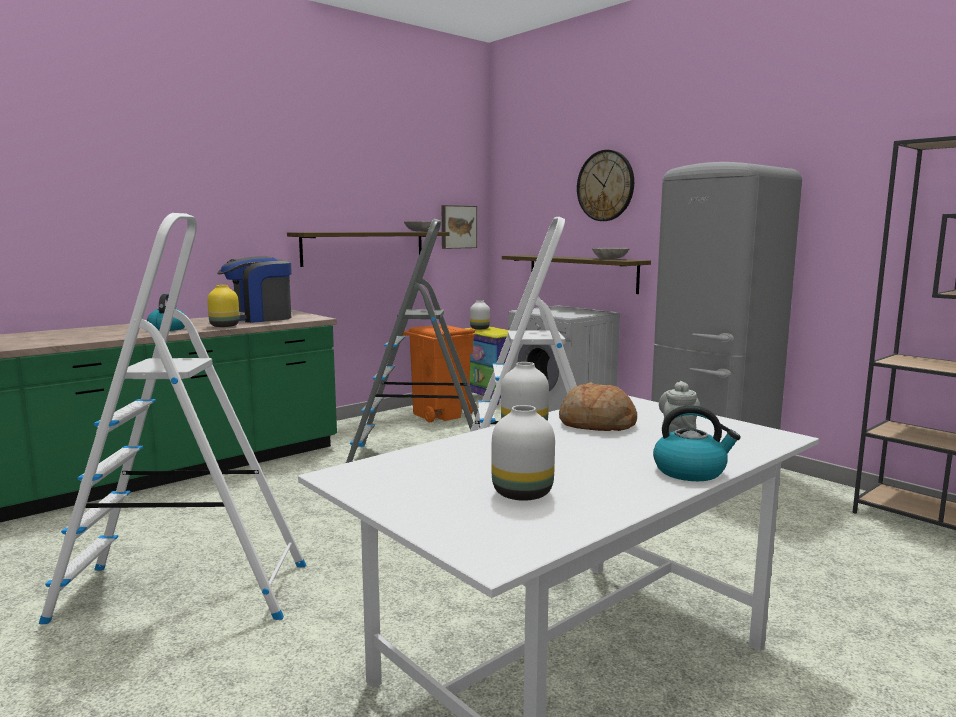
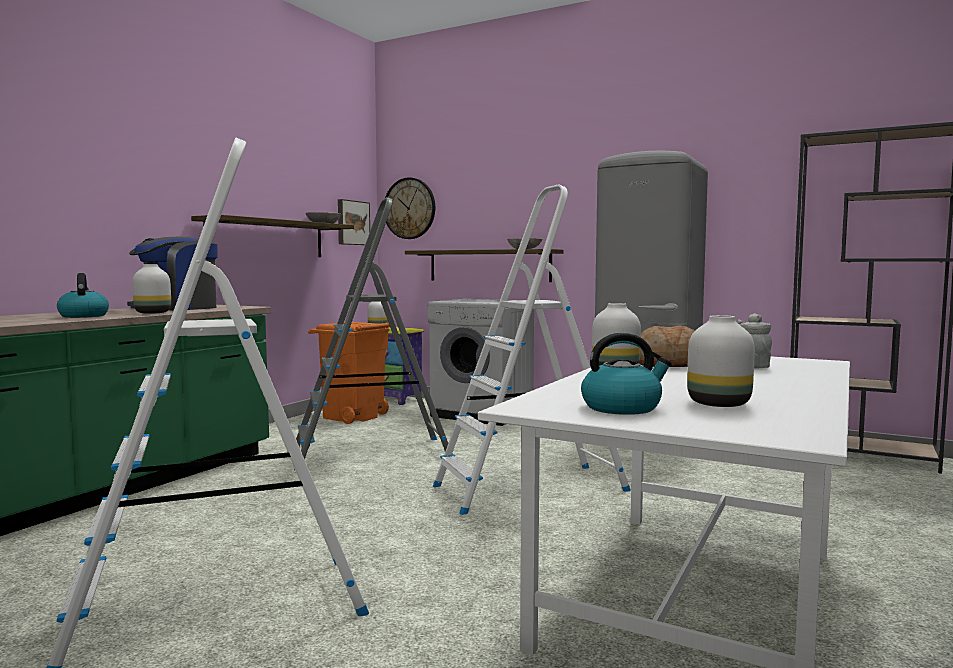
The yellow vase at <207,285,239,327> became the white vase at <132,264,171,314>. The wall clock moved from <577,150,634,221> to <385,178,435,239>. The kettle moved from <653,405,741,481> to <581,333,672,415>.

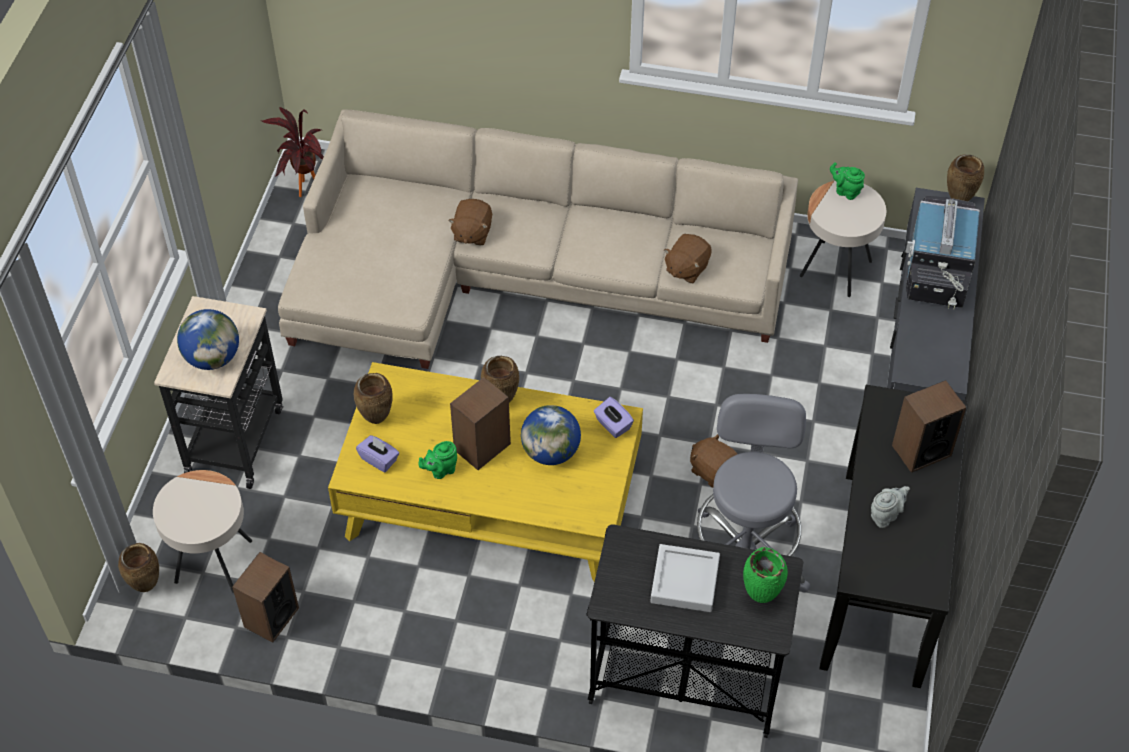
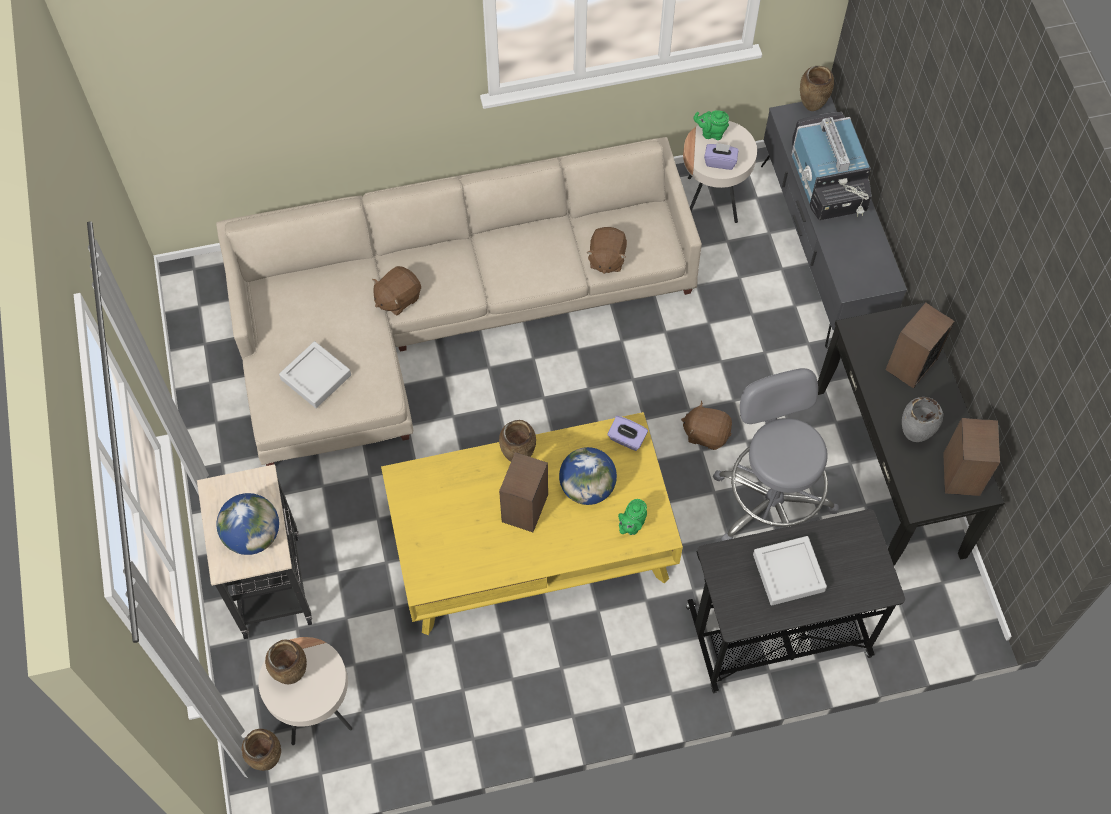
The speaker moved from <232,552,299,643> to <943,418,1000,496>. The potted plant at <261,107,324,197> disappeared. The brown vase moved from <354,373,393,424> to <265,639,307,685>. The purple tissue box moved from <356,435,399,473> to <704,142,738,170>. The green teapot moved from <418,441,457,479> to <618,499,647,535>. The brown plush toy at <448,199,492,246> turned 60 degrees clockwise. The green vase at <743,547,788,603> disappeared. The grey teapot at <871,486,910,528> was replaced by the grey vase at <902,397,944,442>. The grey tray at <279,341,351,408> appeared.

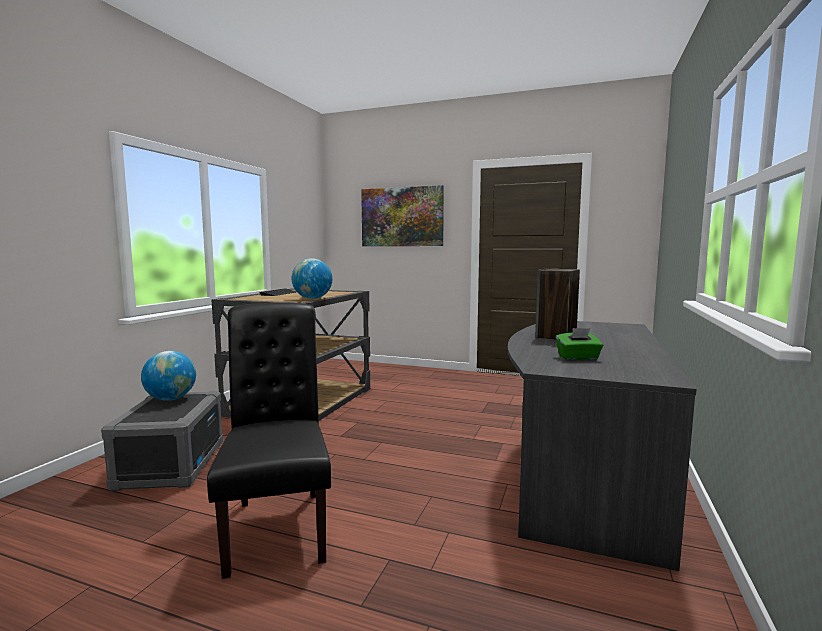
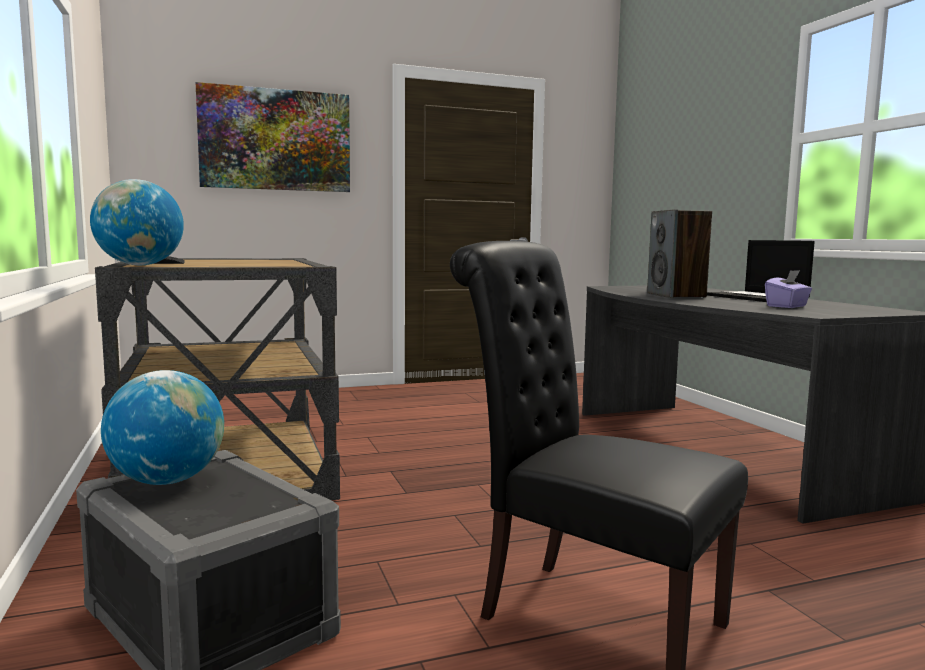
The globe moved from <292,258,332,299> to <90,179,184,266>. The green tissue box at <556,328,604,360> became the purple tissue box at <765,270,812,308>. The laptop at <707,240,815,302> appeared.

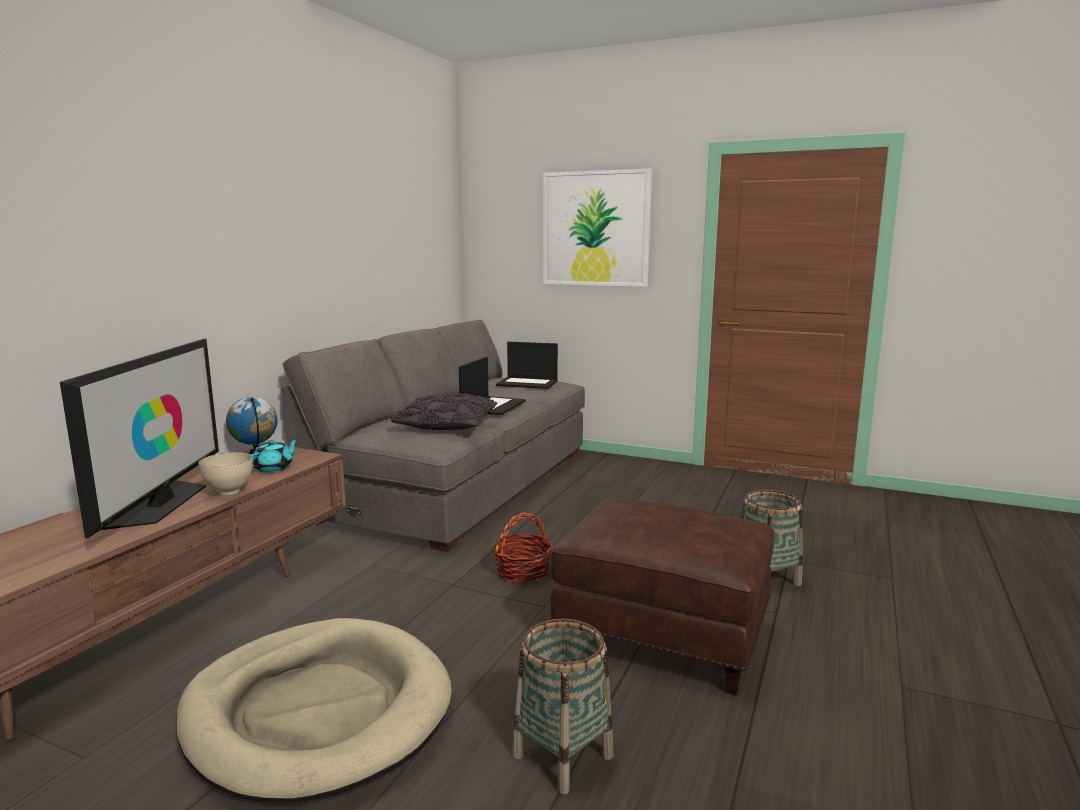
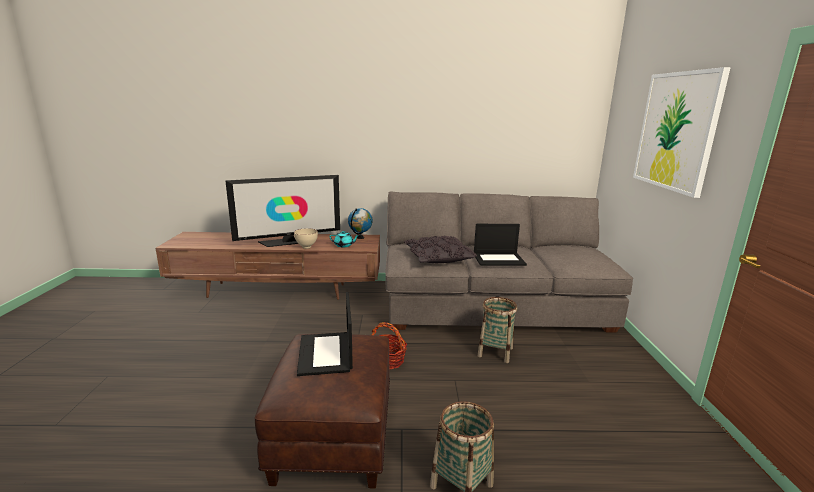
The beige dog bed at <176,618,452,802> disappeared. The laptop moved from <496,342,558,389> to <297,292,353,376>. The basket moved from <512,619,613,794> to <478,297,517,363>.

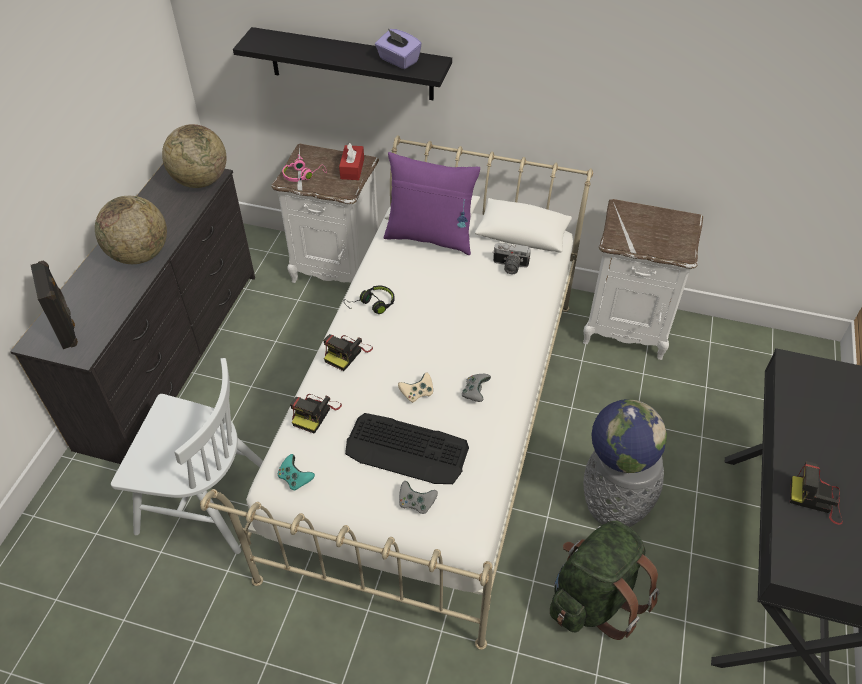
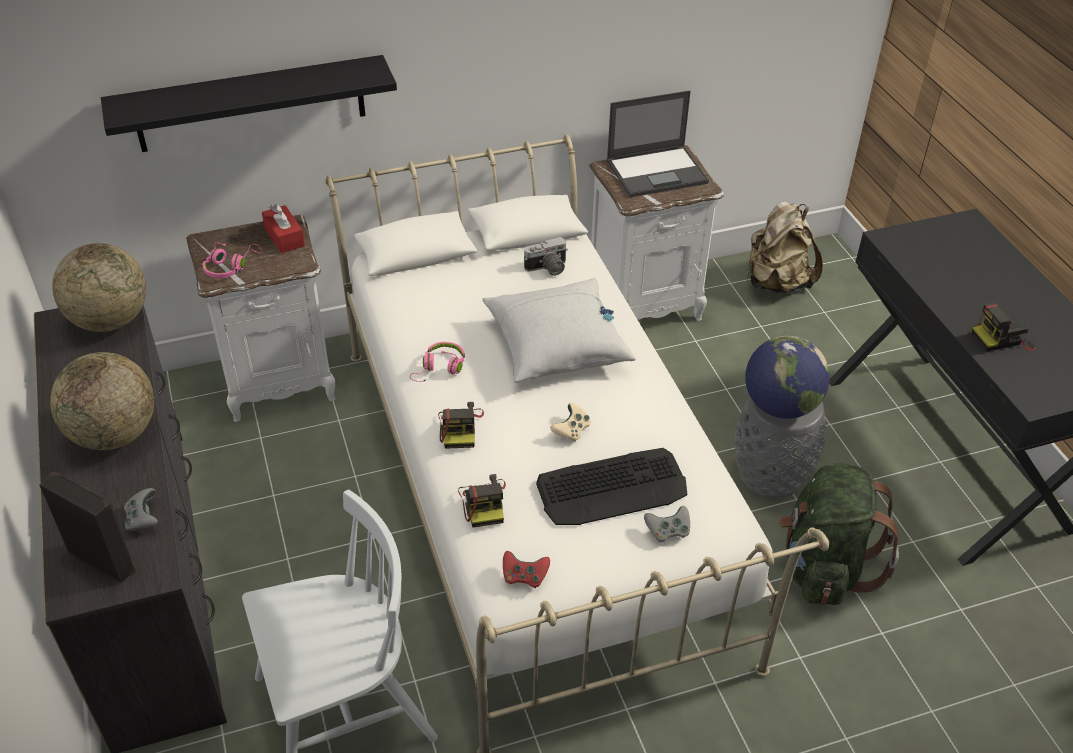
The turquoise game controller at <278,454,315,490> became the red game controller at <503,551,550,588>. The black headphones at <344,286,395,314> became the pink headphones at <410,342,465,382>. The purple tissue box at <375,29,422,69> disappeared. The purple pillow at <384,152,480,255> disappeared. The grey game controller moved from <462,374,491,402> to <124,488,158,532>. The grey pillow at <482,278,636,383> appeared. The laptop at <607,90,709,197> appeared. The beige backpack at <746,201,823,293> appeared.

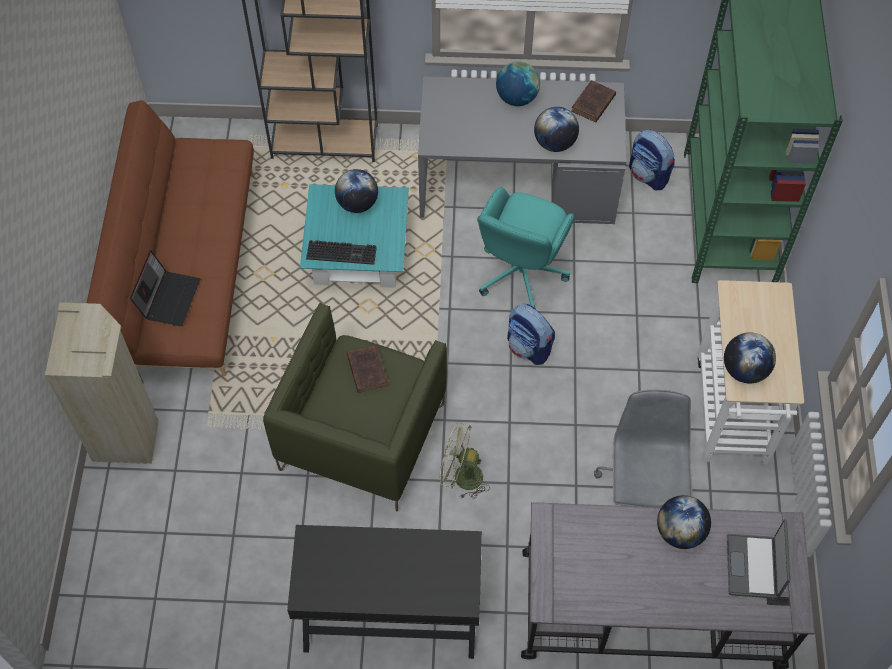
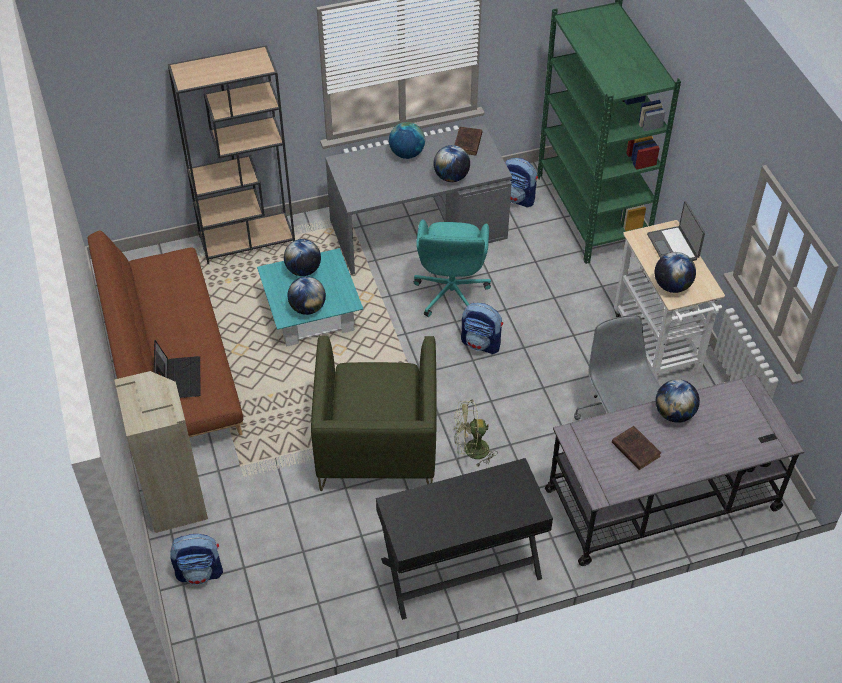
The keyboard at <306,240,377,265> was replaced by the globe at <288,277,326,315>. The brown book moved from <347,345,388,393> to <612,426,661,470>. The laptop moved from <727,519,790,598> to <647,201,705,261>. The backpack at <170,534,223,585> appeared.

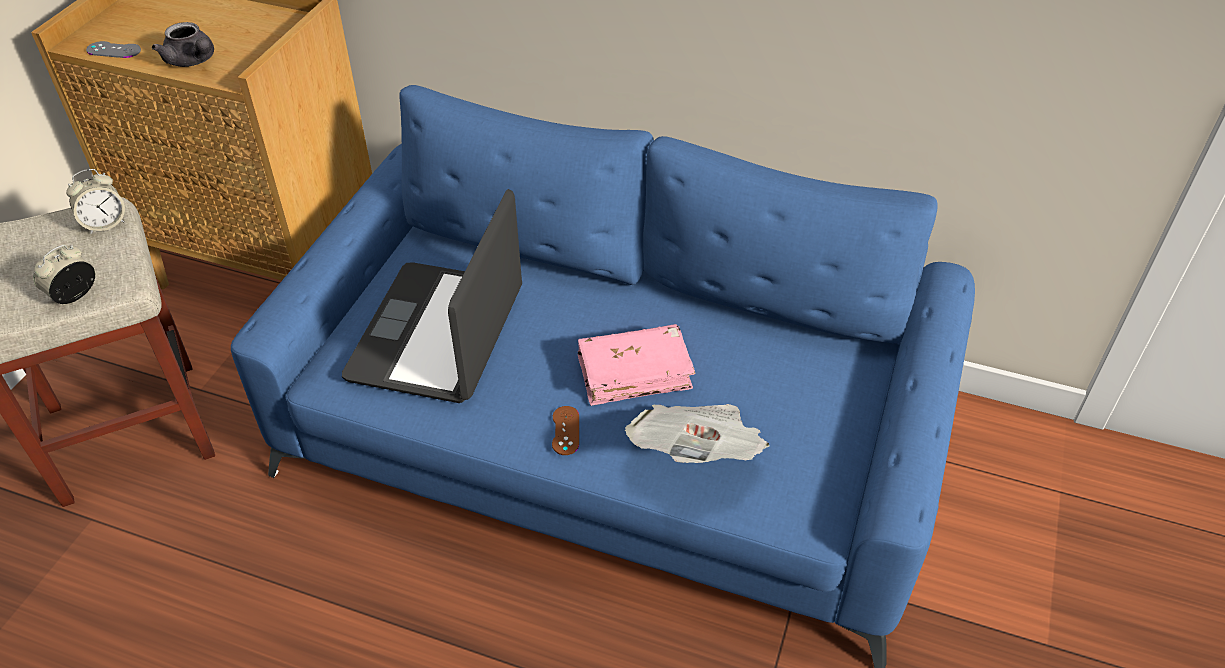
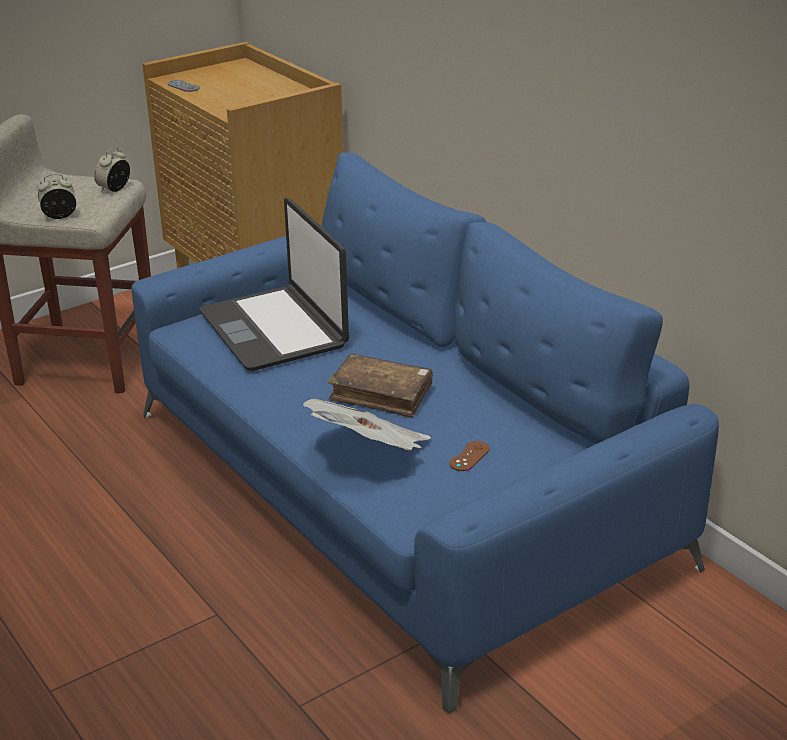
The alarm clock at <66,169,125,234> turned 120 degrees clockwise. The grey teapot at <152,22,214,67> disappeared. The laptop at <342,189,522,403> turned 75 degrees counterclockwise. The brown game controller moved from <552,406,579,455> to <450,441,490,471>. The pink book at <578,324,695,406> became the brown book at <328,353,433,418>.

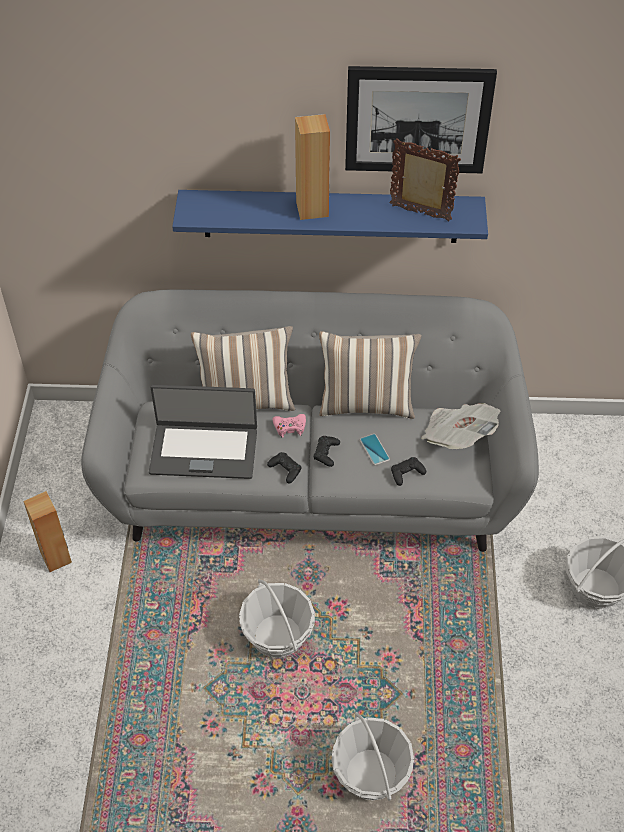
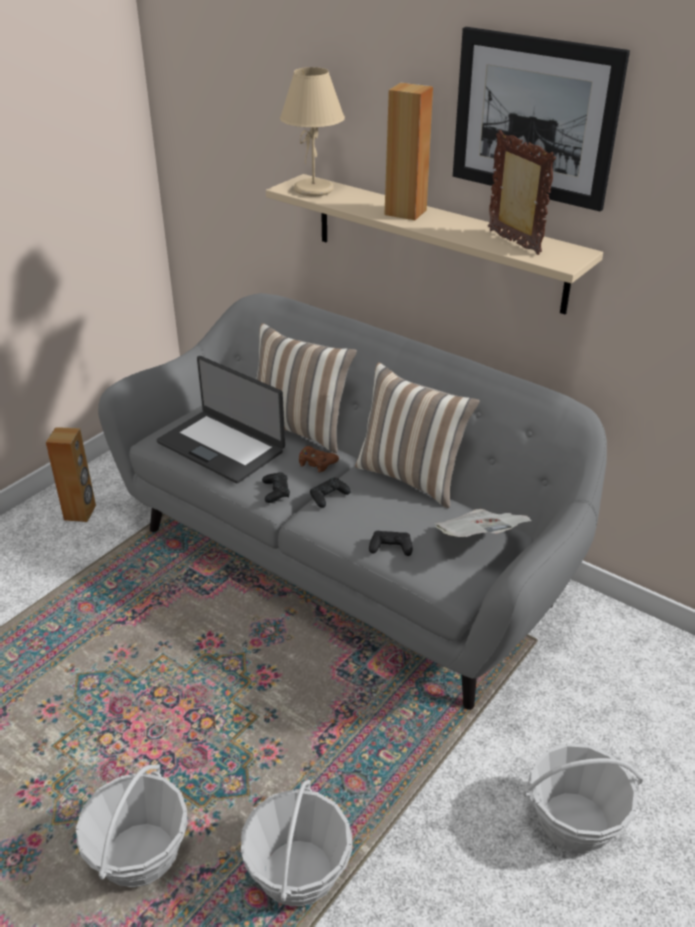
The blue shelf at <172,190,488,243> became the beige shelf at <266,174,603,314>. The basket moved from <239,579,315,657> to <241,780,352,906>. The pink game controller at <273,414,306,437> became the brown game controller at <299,446,339,472>. The phone at <360,434,390,465> disappeared. The beige table lamp at <280,67,345,196> appeared.

